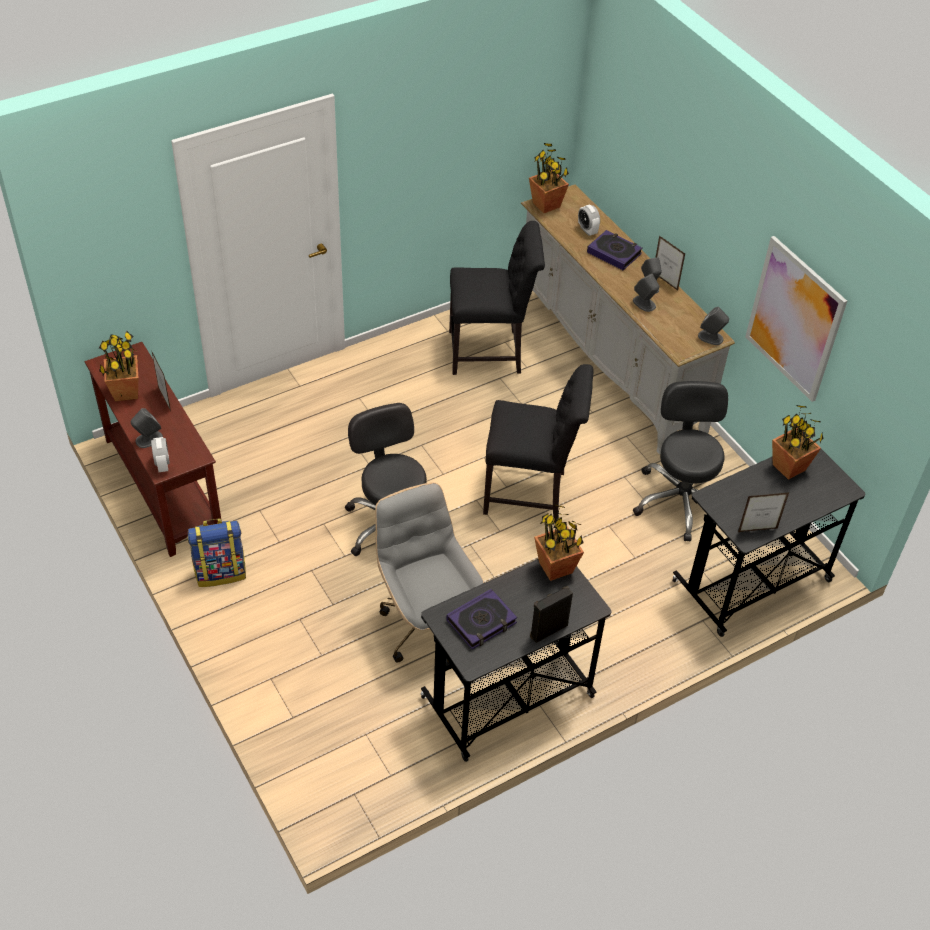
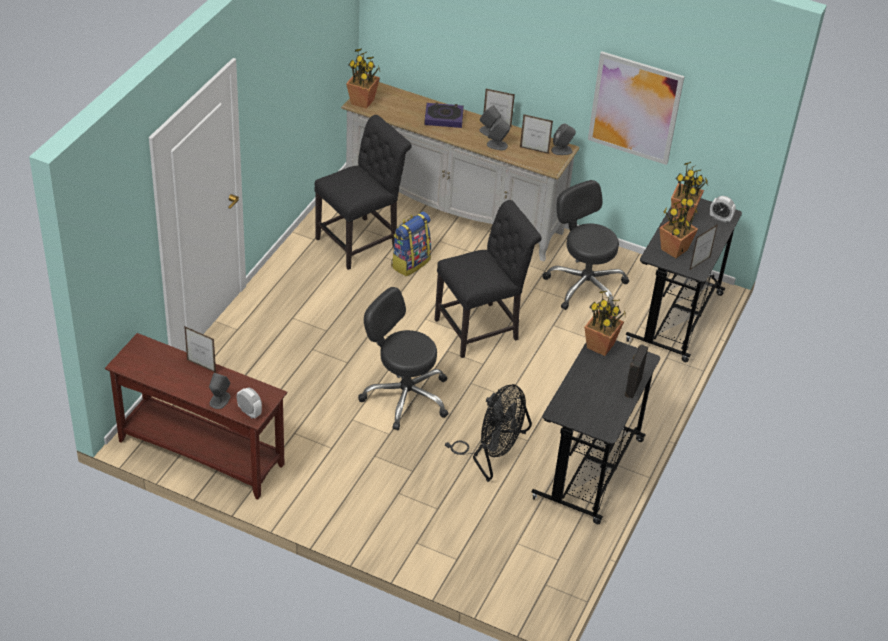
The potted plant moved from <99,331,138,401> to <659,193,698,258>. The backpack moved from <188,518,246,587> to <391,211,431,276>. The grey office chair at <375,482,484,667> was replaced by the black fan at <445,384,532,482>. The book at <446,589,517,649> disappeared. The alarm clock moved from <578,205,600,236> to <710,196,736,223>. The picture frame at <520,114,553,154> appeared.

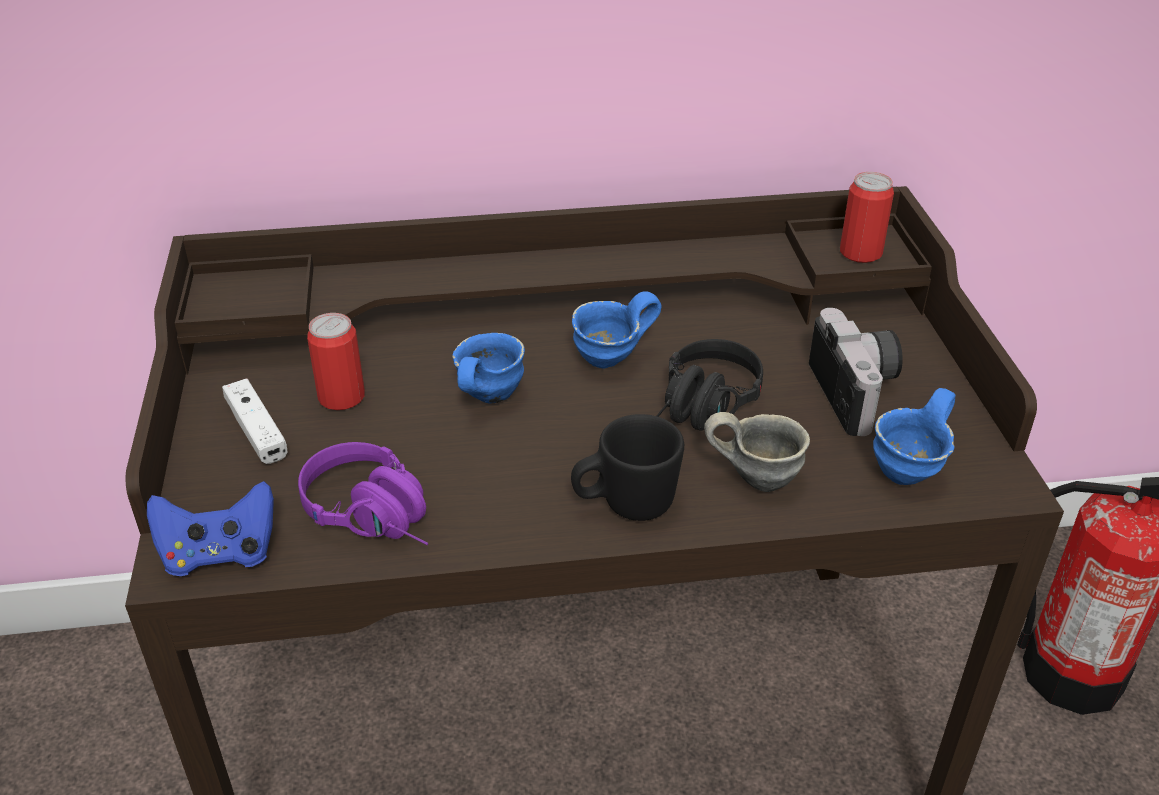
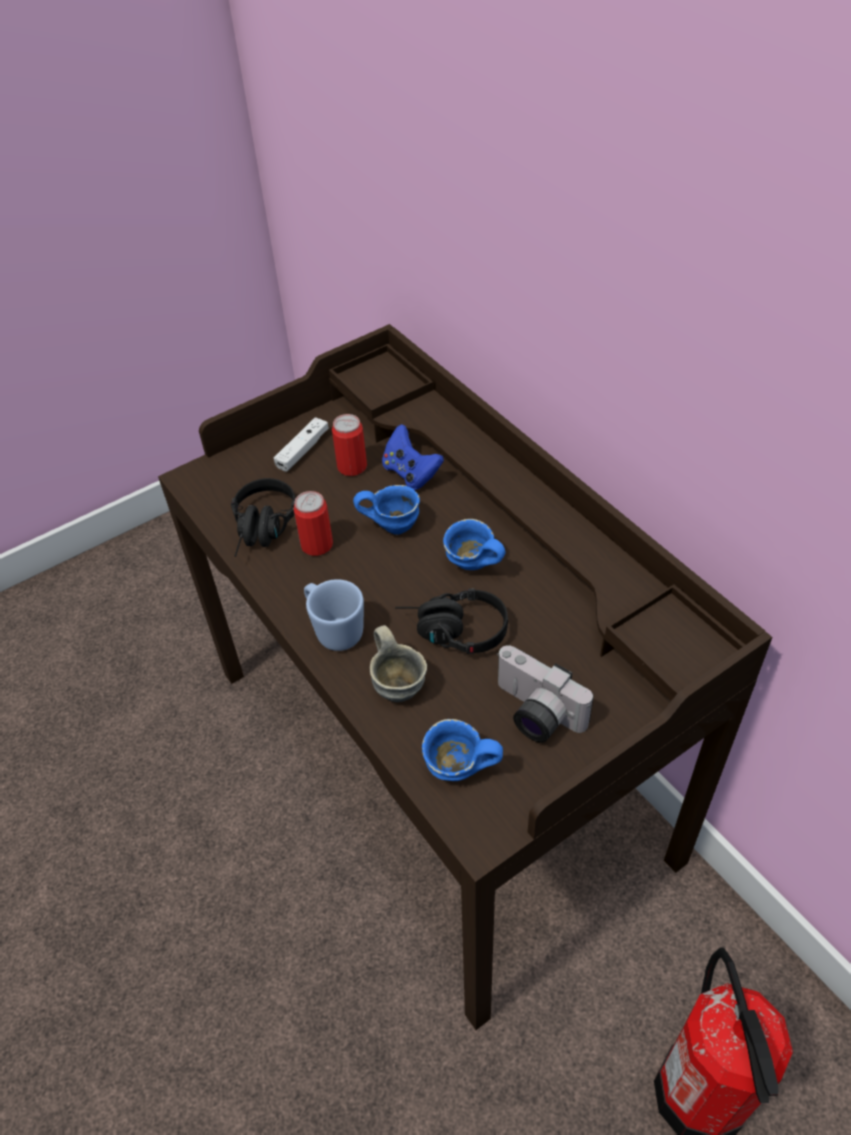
The blue game controller moved from <147,481,274,576> to <382,424,444,490>. The purple headphones at <298,442,428,545> became the black headphones at <231,478,296,557>. The black mug at <571,414,684,521> became the blue mug at <304,579,364,651>. The photo camera at <809,308,903,436> turned 75 degrees clockwise. The can moved from <840,172,894,263> to <293,491,333,556>.

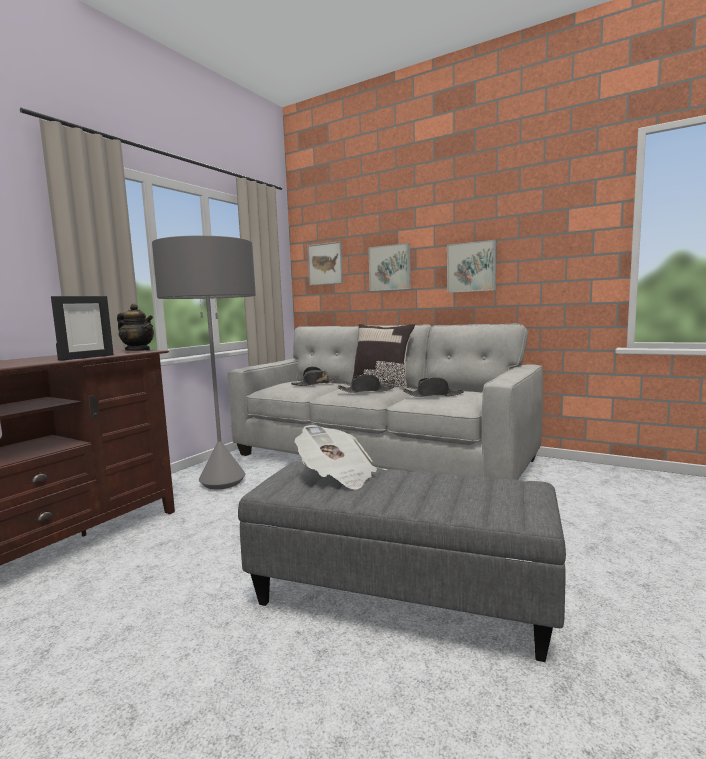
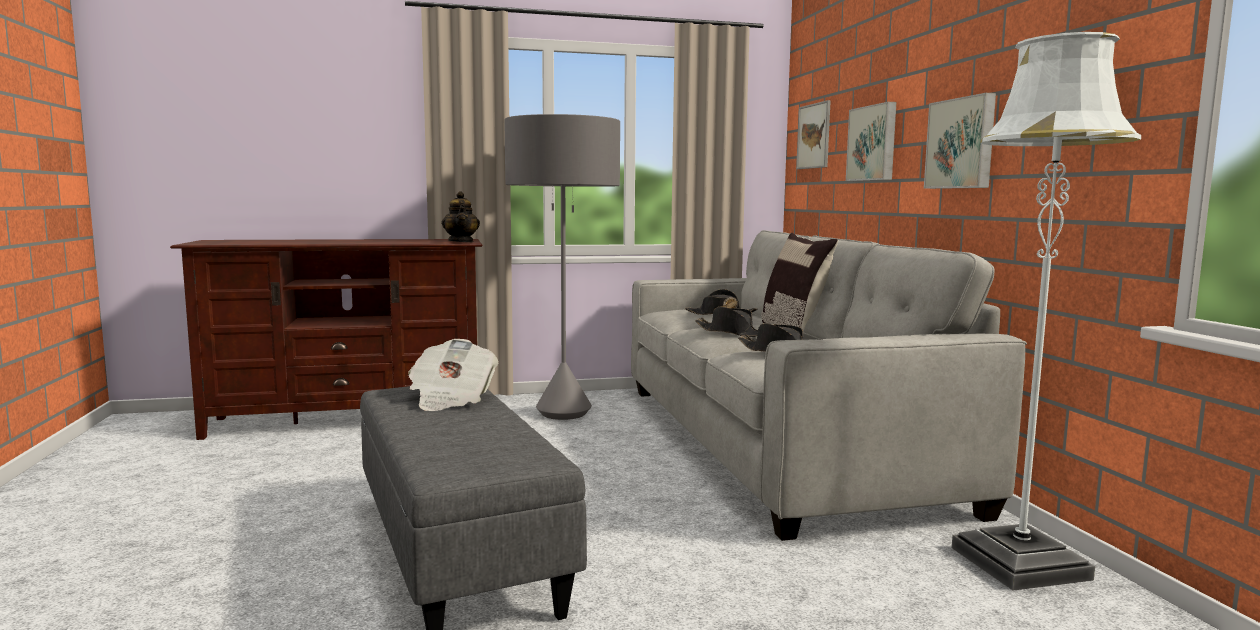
The picture frame at <51,296,114,361> disappeared. The white floor lamp at <952,32,1141,591> appeared.

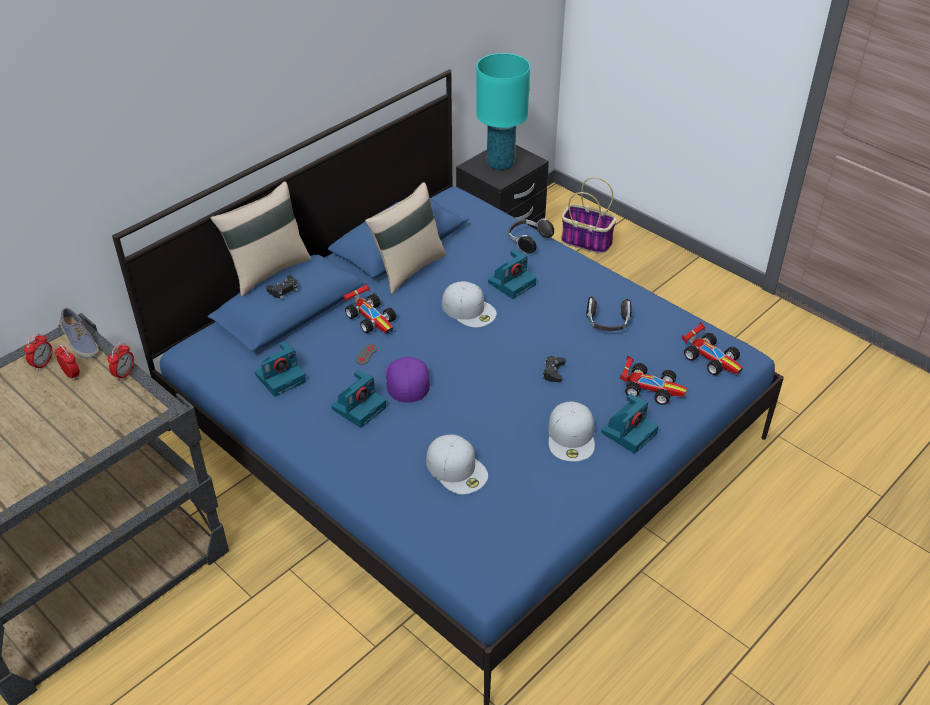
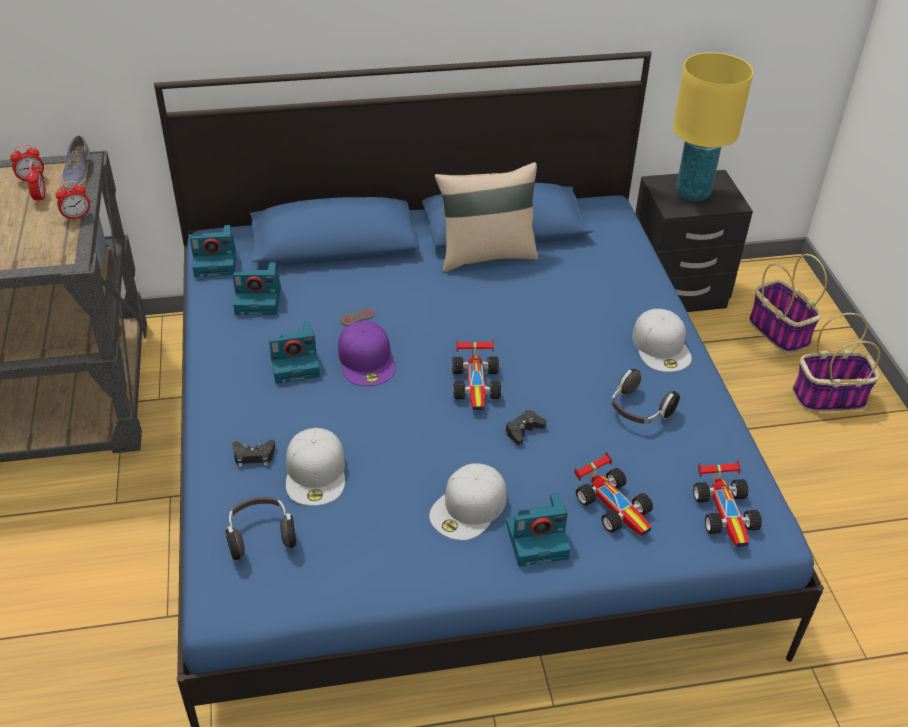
The beige pillow at <211,181,311,296> disappeared. The black game controller moved from <266,275,298,299> to <232,440,275,467>. The toy car moved from <343,283,396,334> to <452,339,501,410>. The purple cap at <386,357,430,403> turned 135 degrees clockwise. The white cap moved from <442,281,497,328> to <632,309,692,372>. The turquoise table lamp at <476,53,530,170> became the yellow table lamp at <673,52,754,201>. The photo camera moved from <488,250,536,299> to <190,225,236,277>. The headphones moved from <508,218,554,254> to <225,497,296,560>. The basket at <792,313,880,411> appeared.

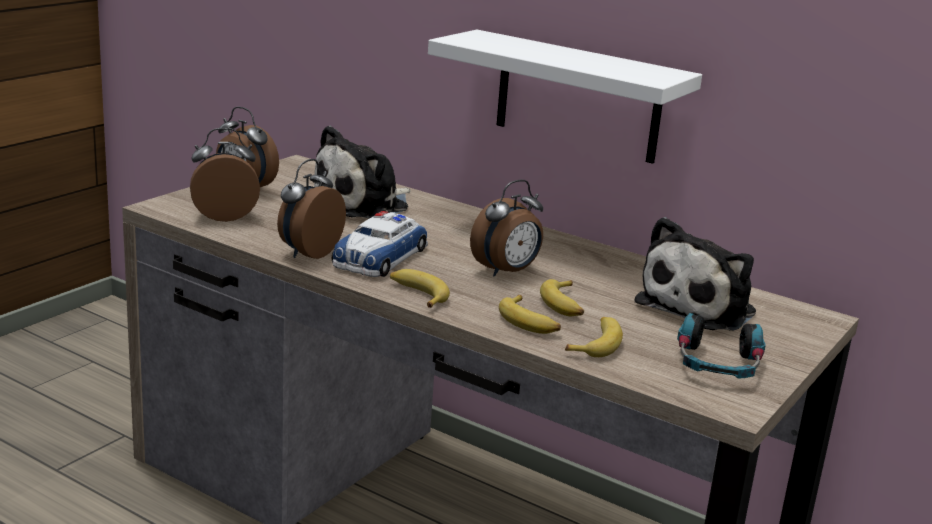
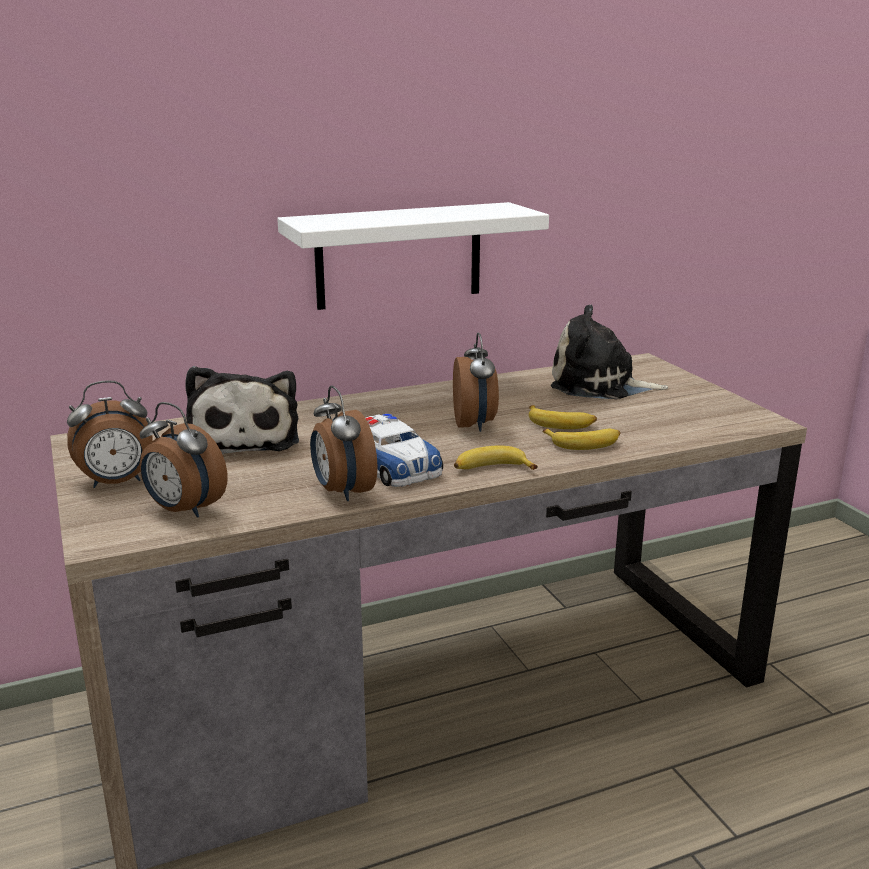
The alarm clock at <190,128,260,222> turned 75 degrees counterclockwise. The banana at <565,317,623,357> disappeared. The plush toy at <635,217,756,331> turned 120 degrees clockwise. The headphones at <677,313,766,379> disappeared.

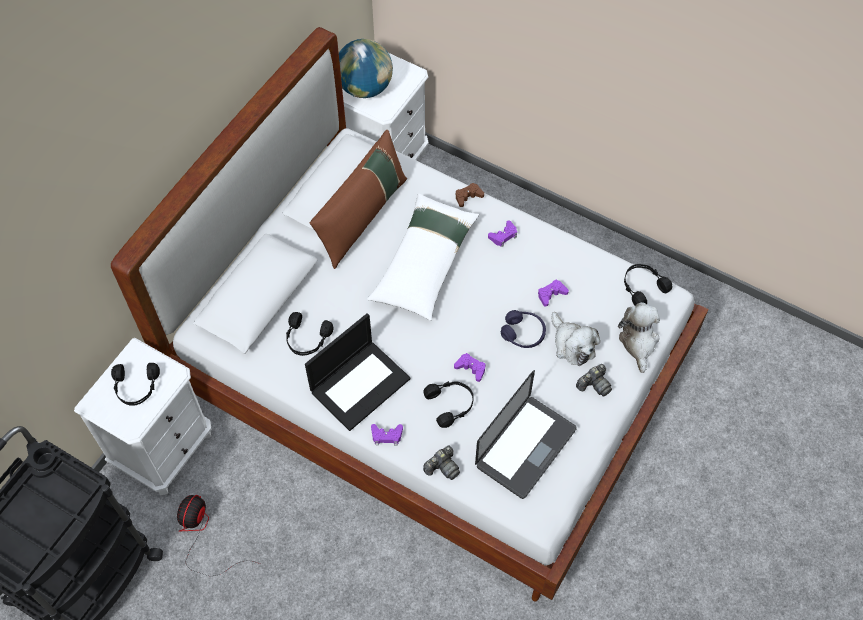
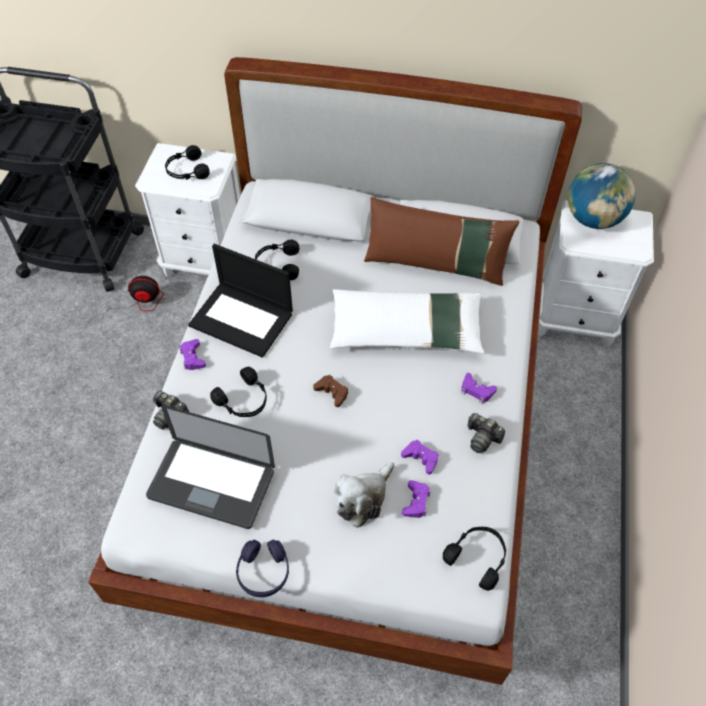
The purple game controller moved from <454,353,486,382> to <402,480,430,518>. The brown game controller moved from <456,183,484,207> to <313,375,348,407>. The purple headphones moved from <501,310,546,348> to <236,540,289,597>. The photo camera moved from <576,364,612,397> to <467,413,505,453>. The plush toy at <618,302,660,373> disappeared.

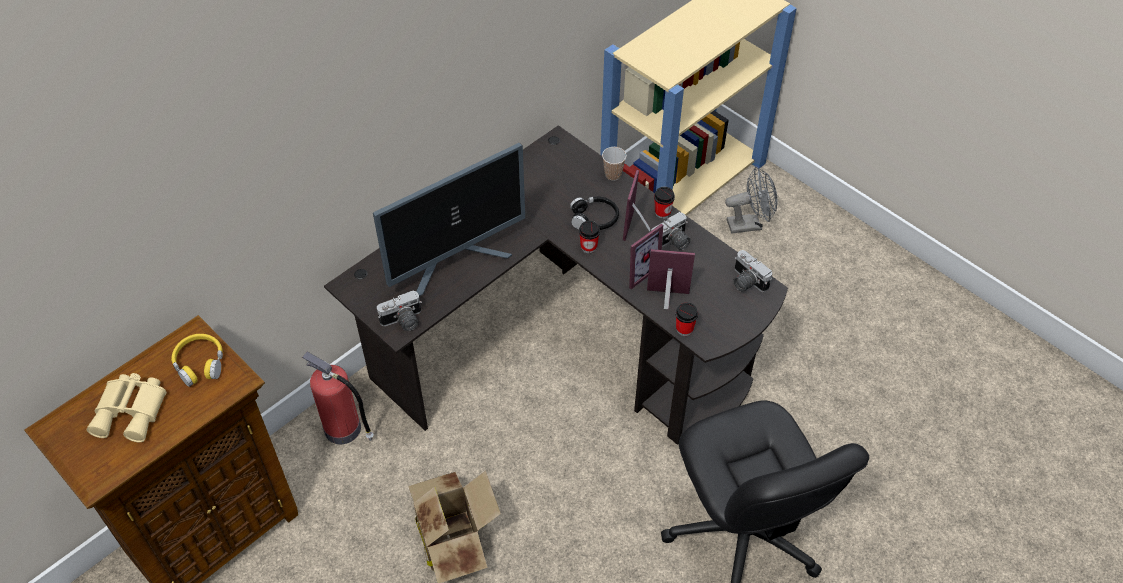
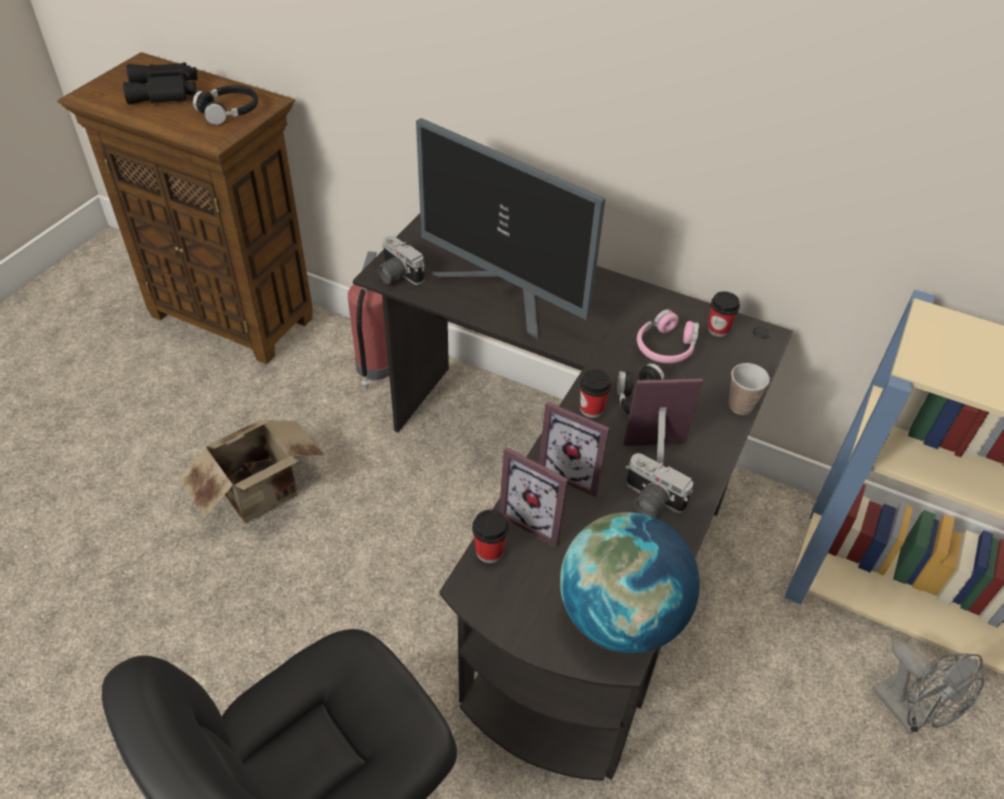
The beige binoculars at <87,373,167,442> became the black binoculars at <123,62,198,104>. The yellow headphones at <171,334,223,387> became the black headphones at <193,85,258,125>. The picture frame at <647,249,695,309> turned 135 degrees clockwise. The cup moved from <654,187,675,219> to <708,291,740,337>. The photo camera at <733,250,772,292> was replaced by the globe at <560,512,700,653>. The pink headphones at <637,309,699,363> appeared.

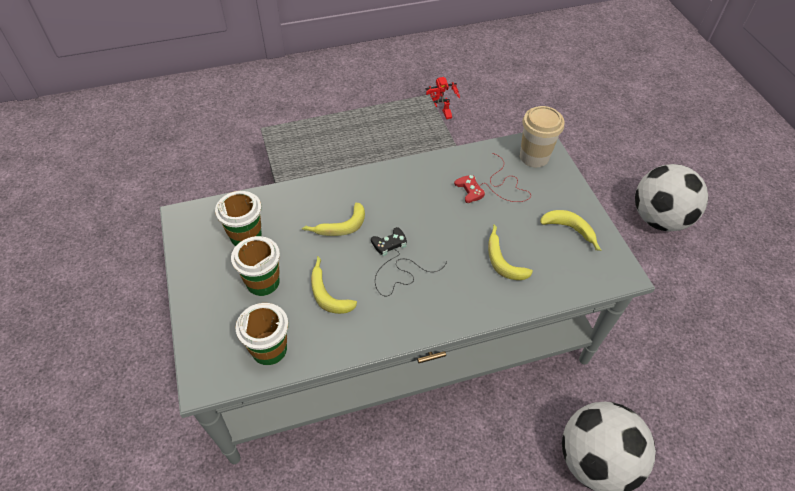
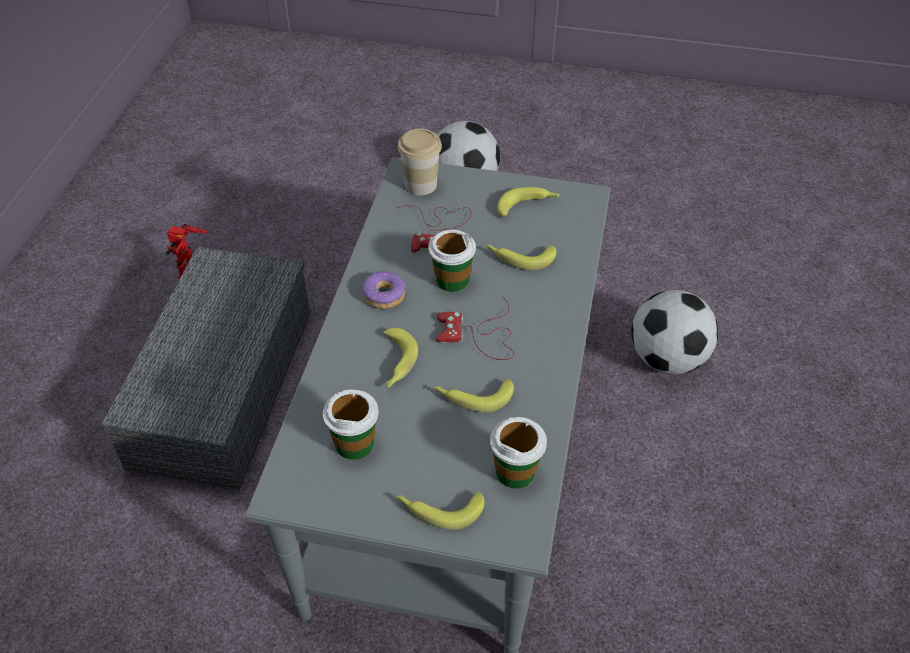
The cup moved from <231,236,280,296> to <428,230,476,292>. The black game controller at <371,227,447,297> became the red game controller at <436,298,514,360>. The donut at <362,271,406,309> appeared. The banana at <396,492,485,530> appeared.

